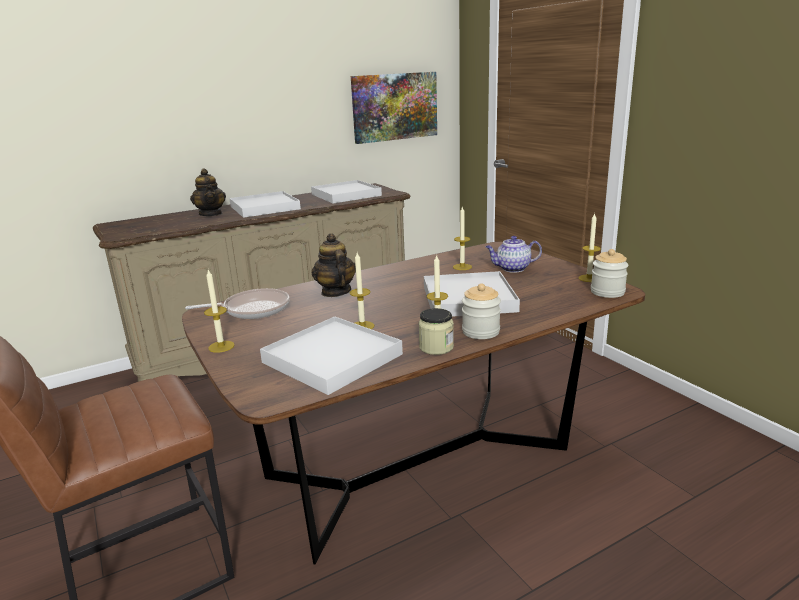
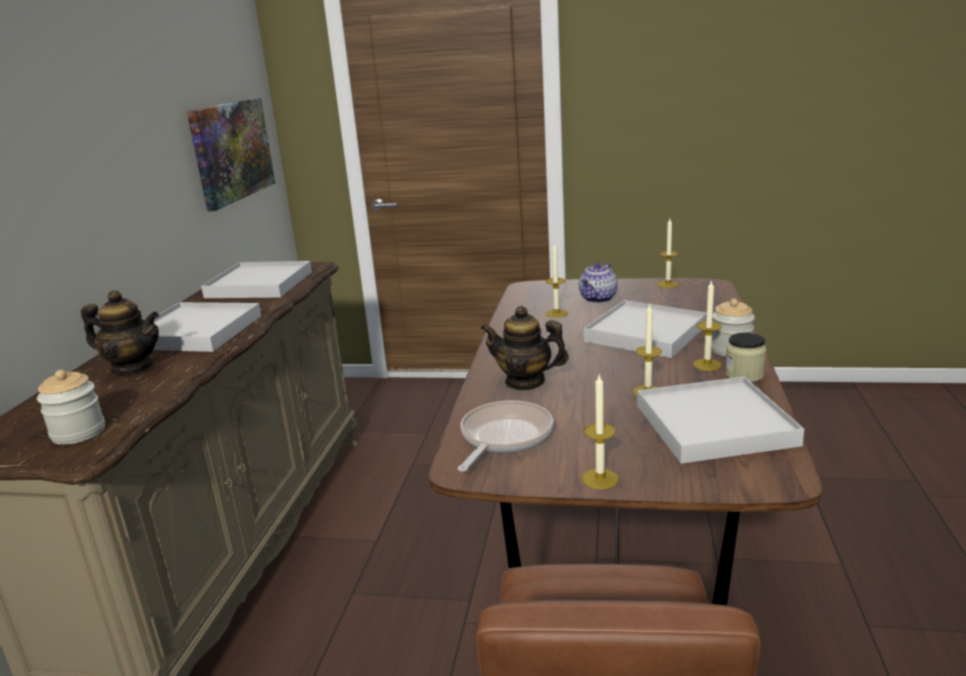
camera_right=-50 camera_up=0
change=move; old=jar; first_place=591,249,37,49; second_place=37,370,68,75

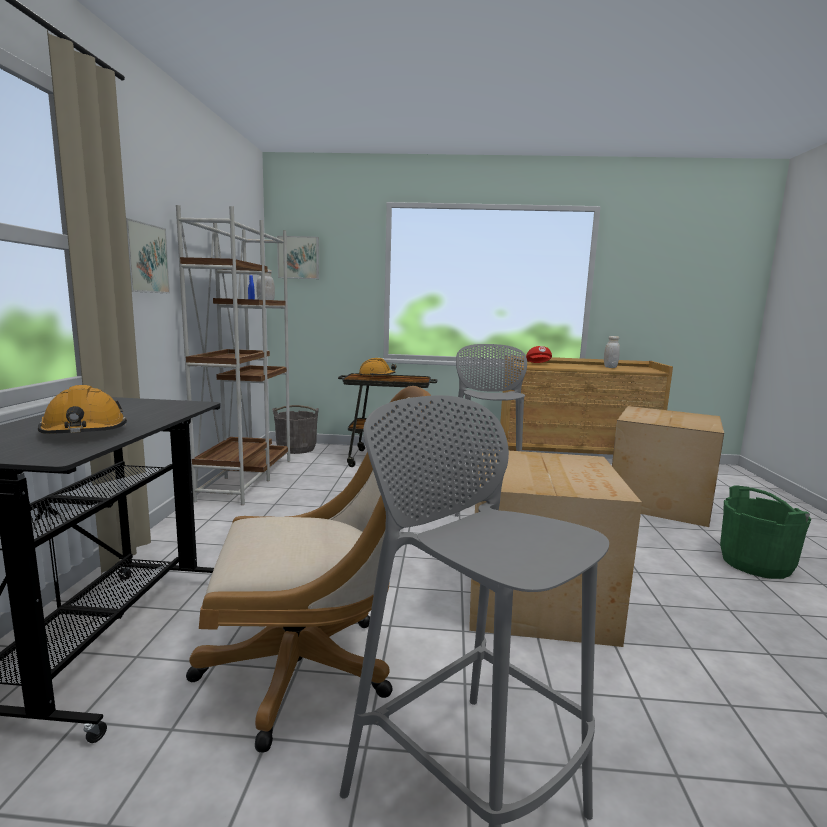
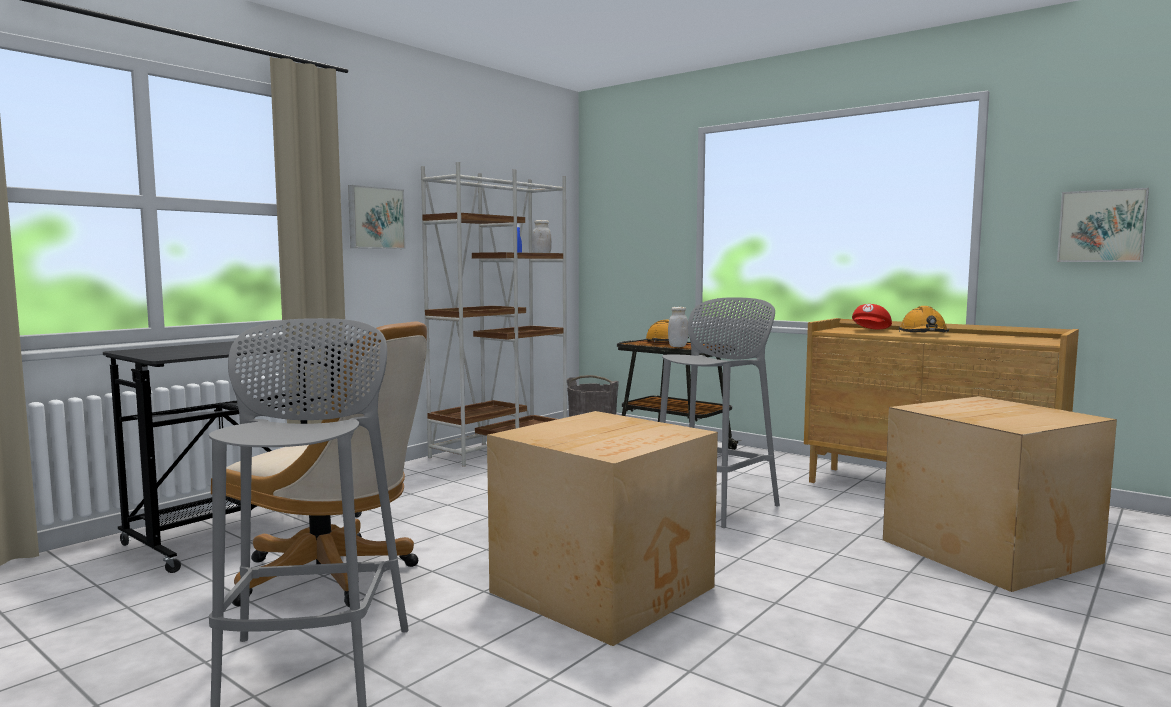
camera_right=35 camera_up=-5
change=delete; old=green bucket; first_place=720,485,91,94
change=move; old=orange hard hat; first_place=38,385,89,49; second_place=899,306,50,27
change=move; old=picture; first_place=277,236,42,43; second_place=1057,188,92,74
change=move; old=white jar; first_place=604,336,16,32; second_place=668,307,20,40

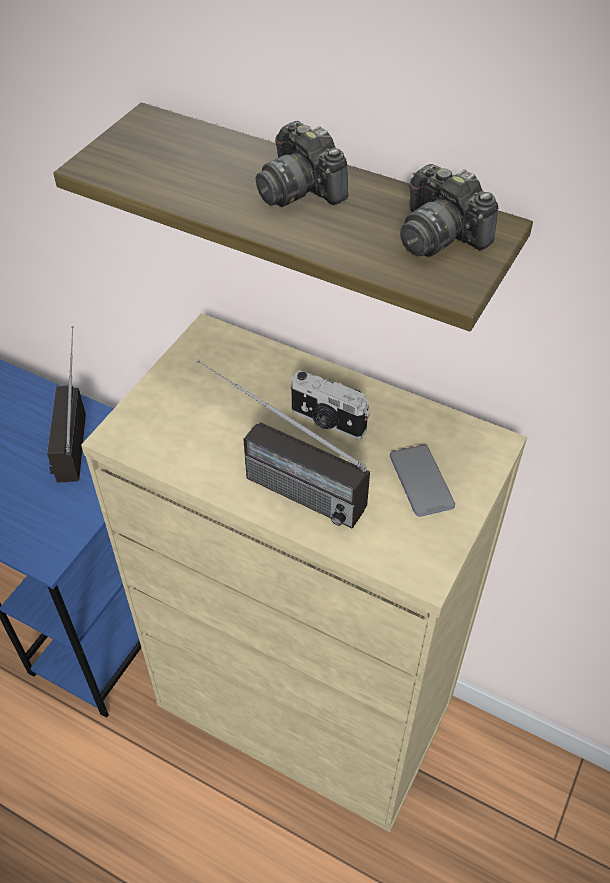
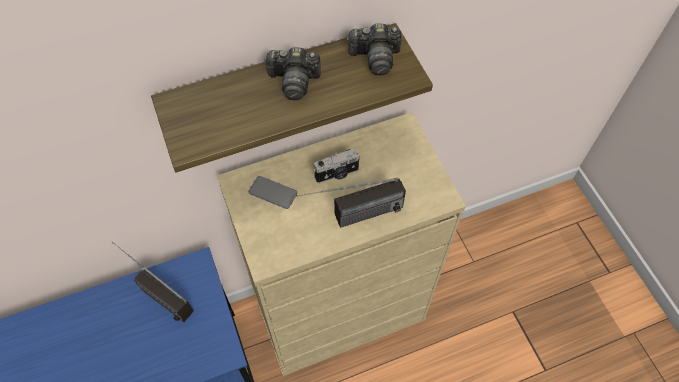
camera_right=-50 camera_up=10
change=move; old=phone; first_place=390,444,65,73; second_place=248,176,49,33

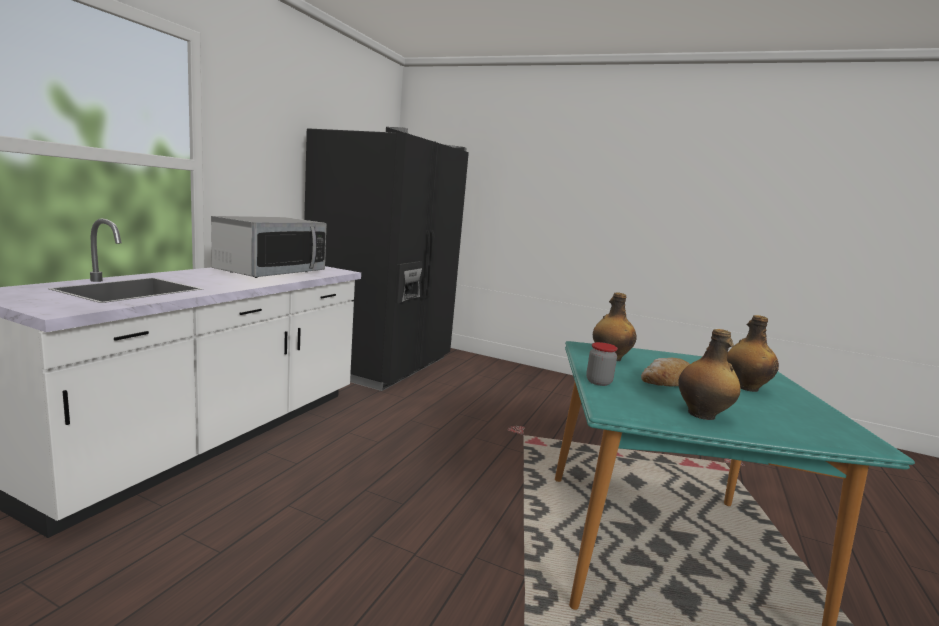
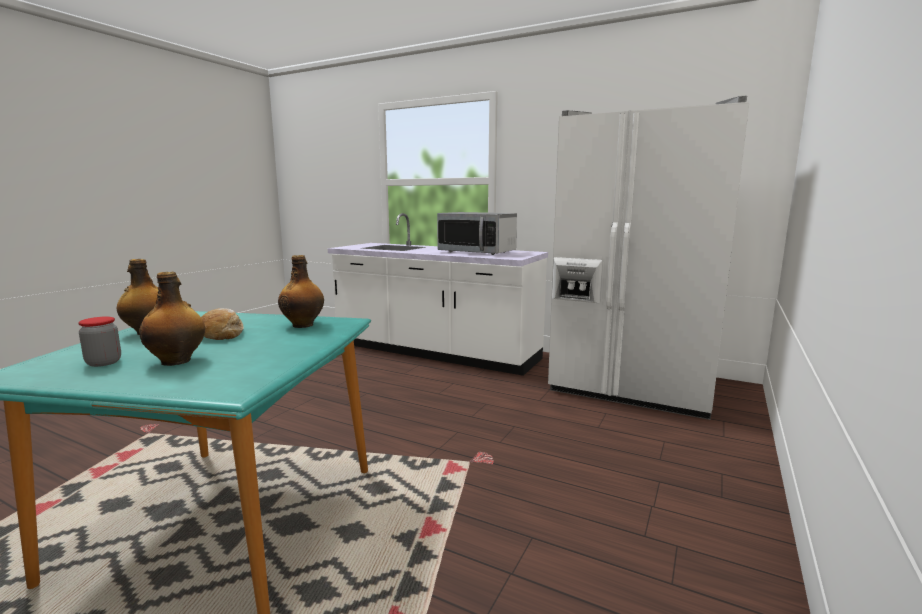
camera_right=95 camera_up=0
change=move; old=jar; first_place=586,342,32,44; second_place=78,316,43,51
change=recolor; old=black fridge; new=white fridge; first_place=304,127,165,264; second_place=548,95,201,325

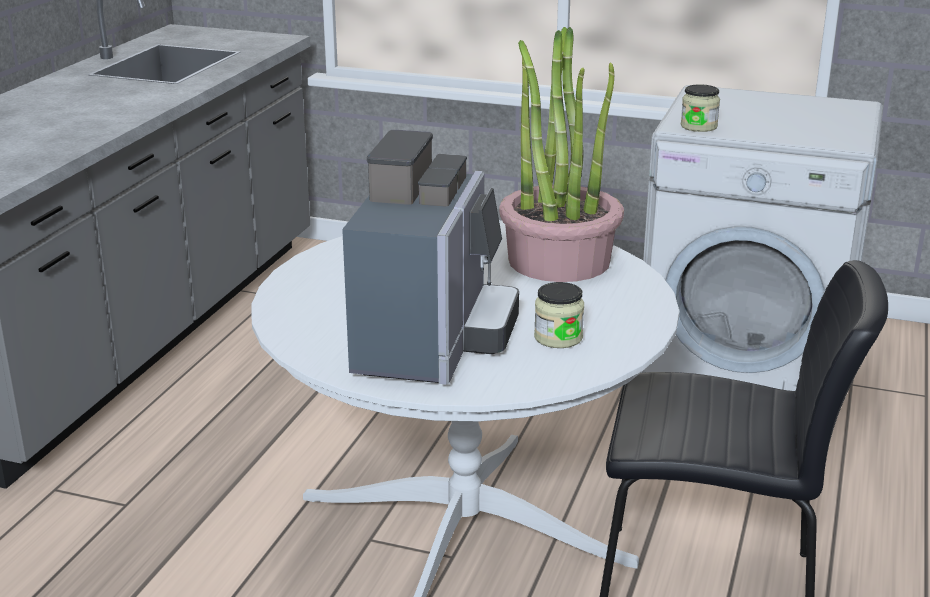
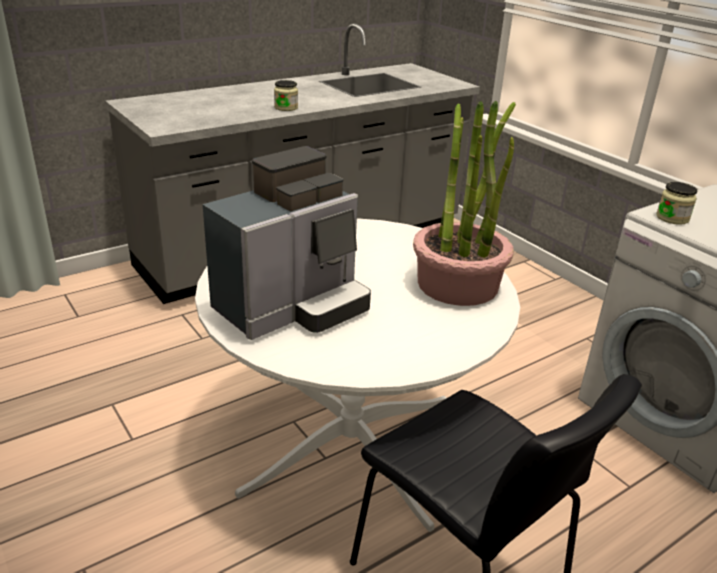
camera_right=35 camera_up=5
change=move; old=jar; first_place=534,282,50,66; second_place=274,80,24,31

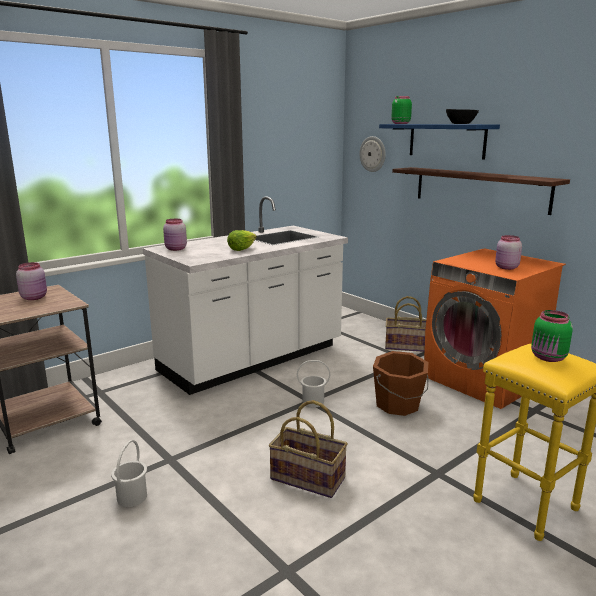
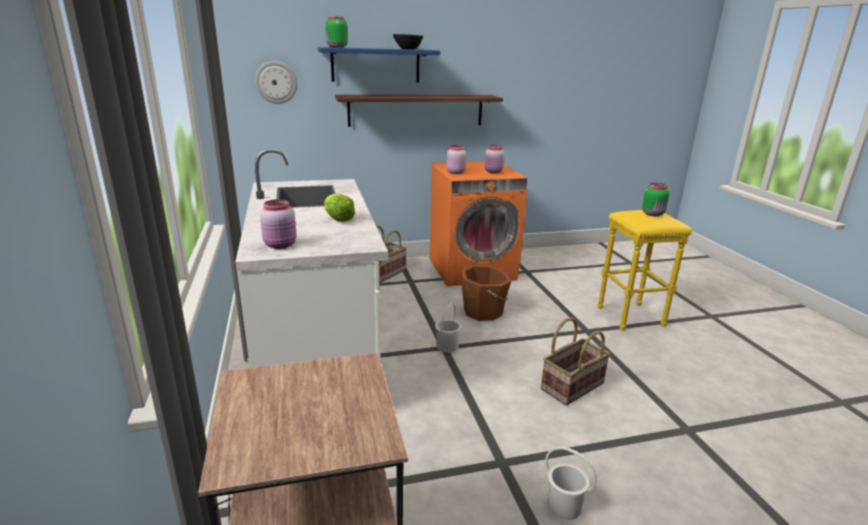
camera_right=-65 camera_up=5
change=move; old=pink jar; first_place=16,262,31,38; second_place=447,145,20,29

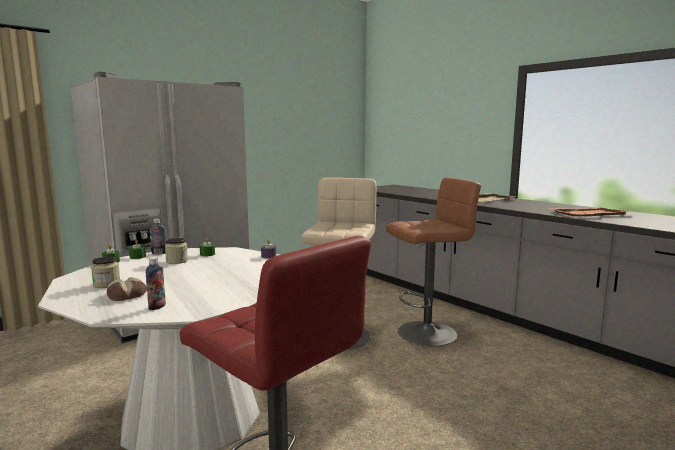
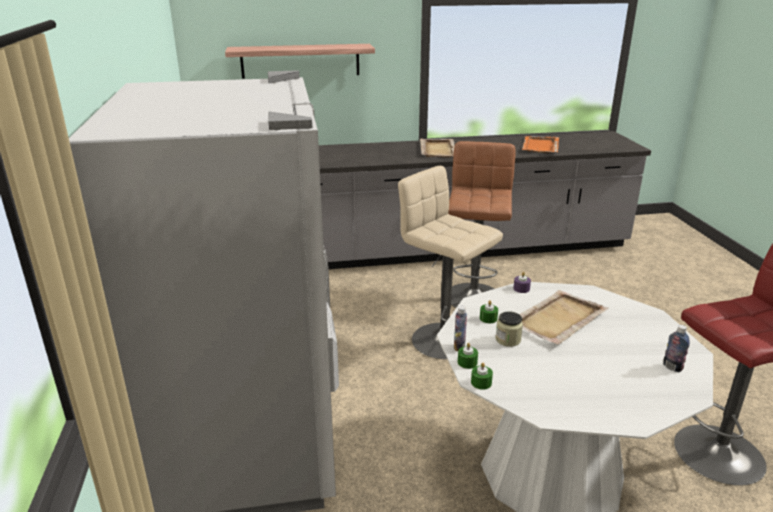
camera_right=-60 camera_up=15
change=delete; old=jar; first_place=91,256,29,32
change=delete; old=bread; first_place=107,278,40,23
change=insert; new=shelf; second_place=225,44,150,35
change=insert; new=beige tray; second_place=519,290,90,55

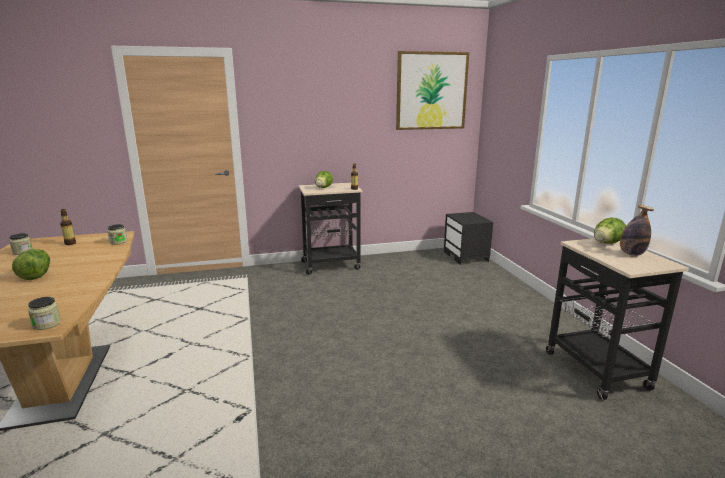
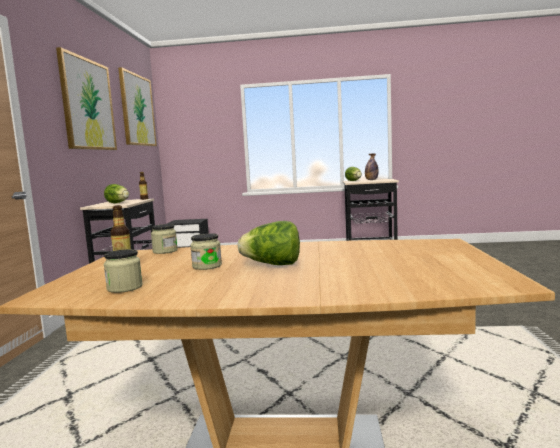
camera_right=-70 camera_up=-10
change=insert; new=picture; second_place=56,47,61,103
change=move; old=jar; first_place=28,297,33,33; second_place=190,233,32,37

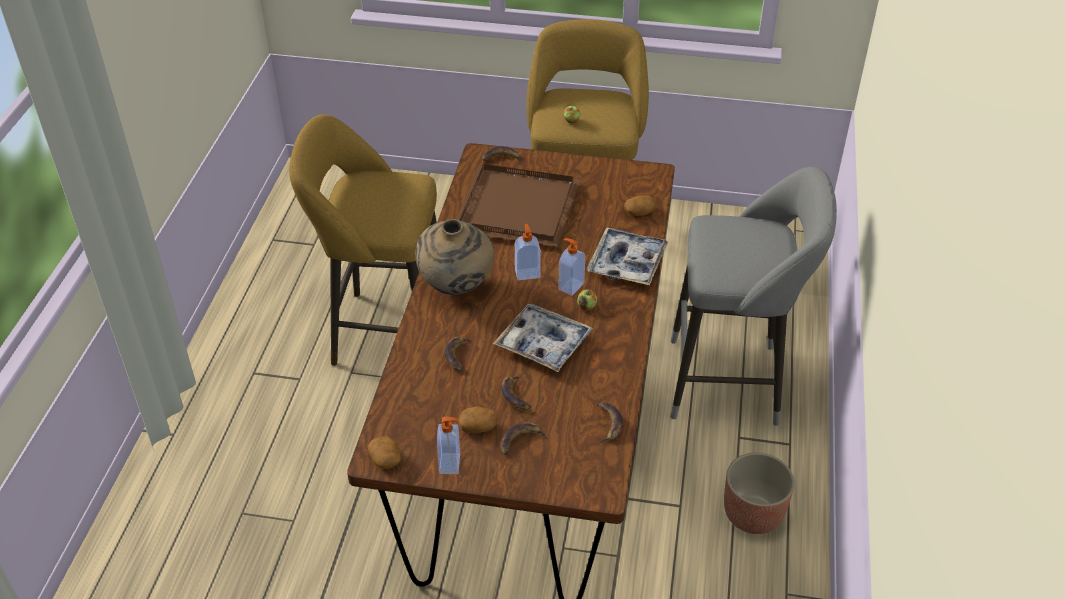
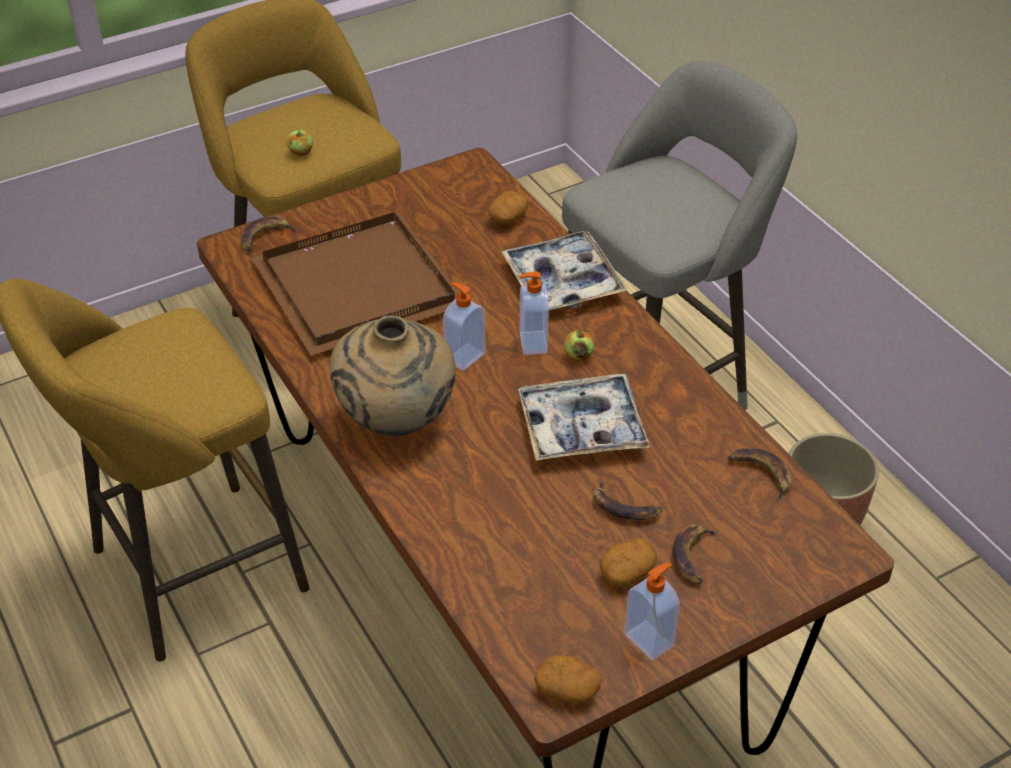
camera_right=-40 camera_up=0
change=delete; old=banana; first_place=445,337,28,34

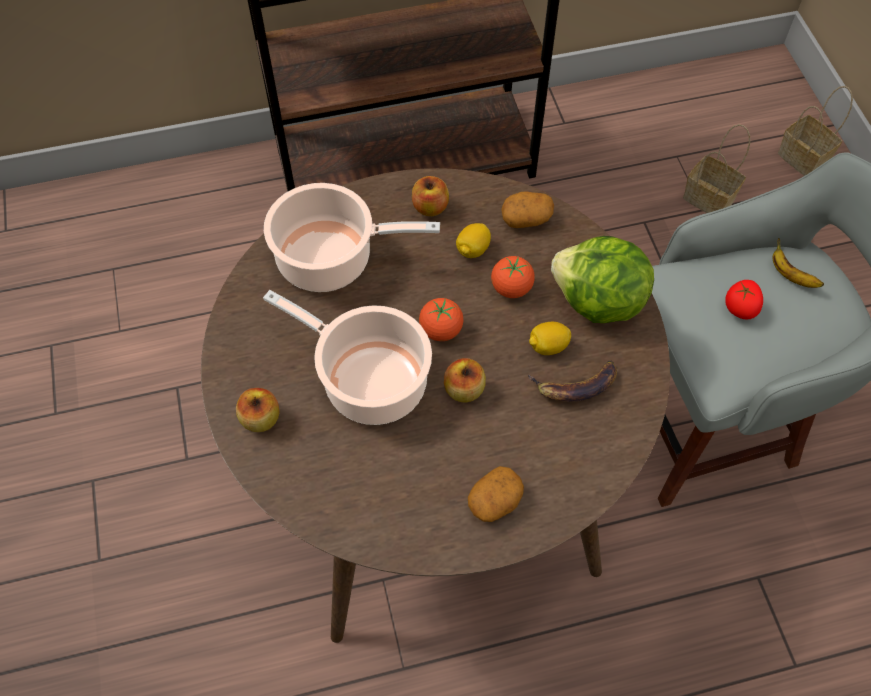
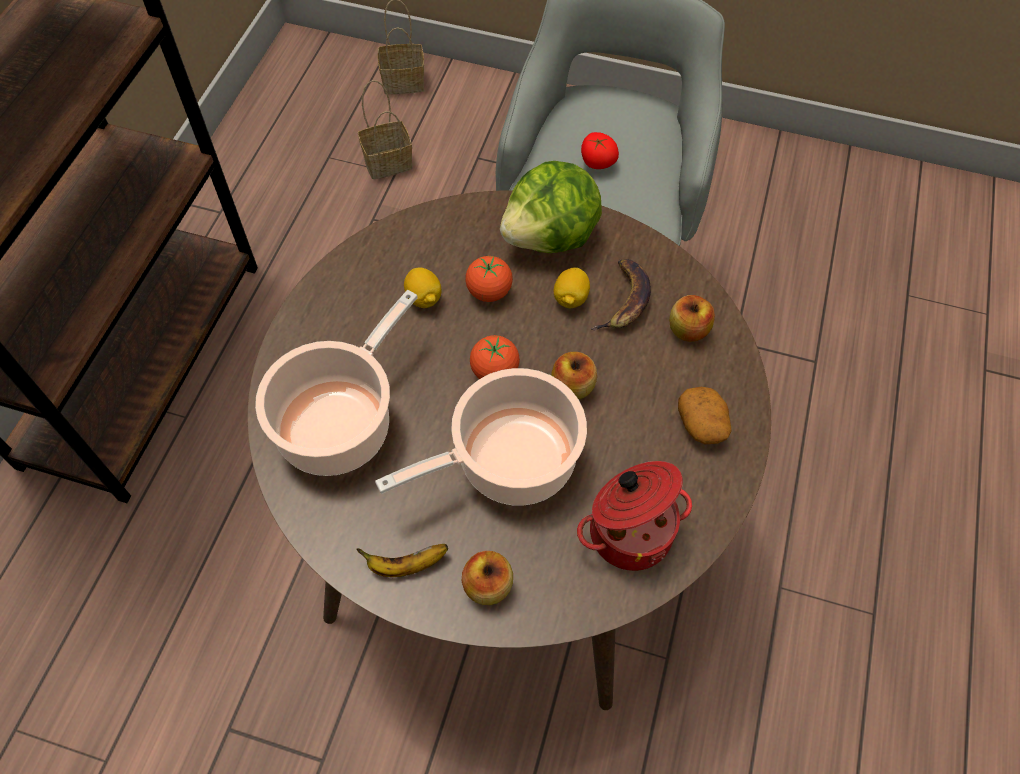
camera_right=-60 camera_up=0
change=delete; old=potato; first_place=501,191,53,37
change=insert; new=cooking pot; second_place=577,461,115,110
change=move; old=apple; first_place=412,176,37,40; second_place=669,295,46,47
change=move; old=banana; first_place=773,238,51,50; second_place=356,544,92,33

